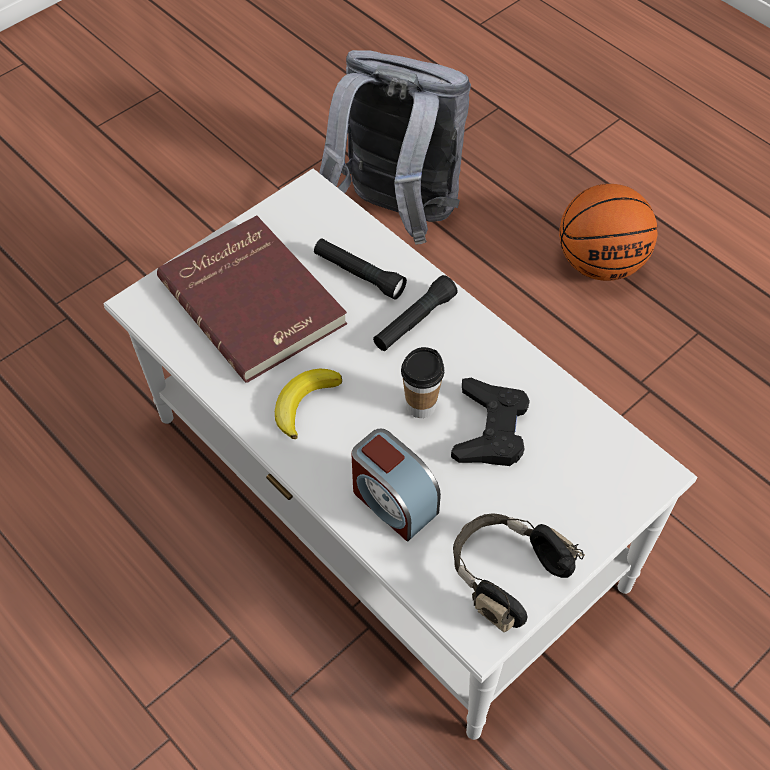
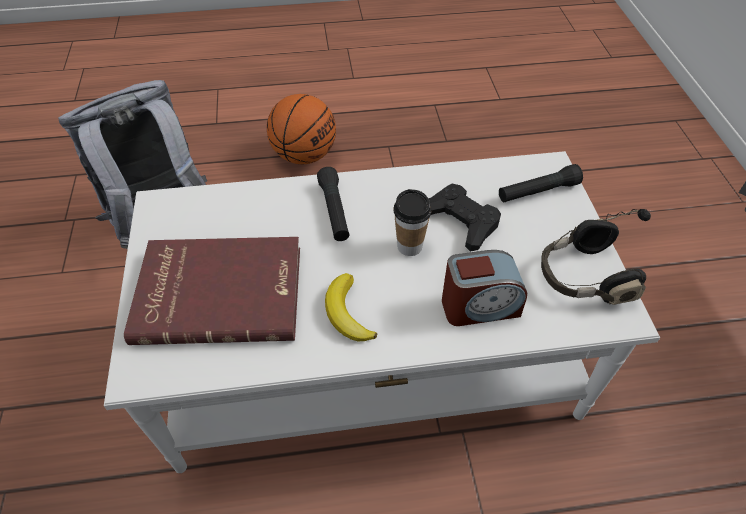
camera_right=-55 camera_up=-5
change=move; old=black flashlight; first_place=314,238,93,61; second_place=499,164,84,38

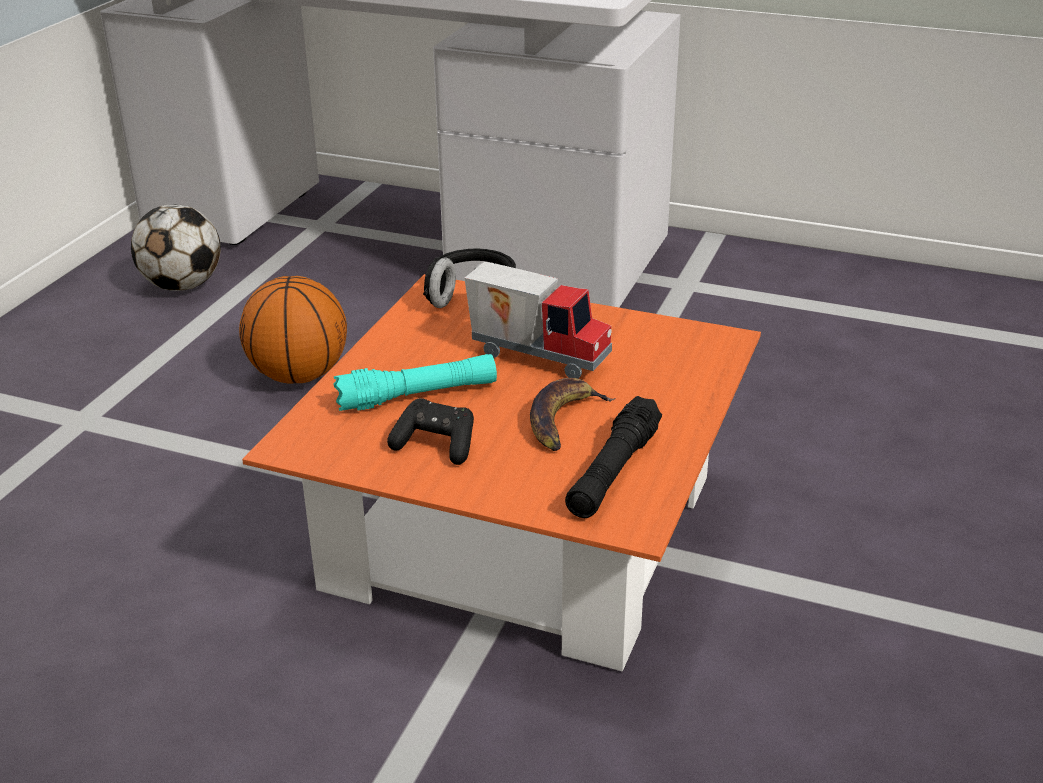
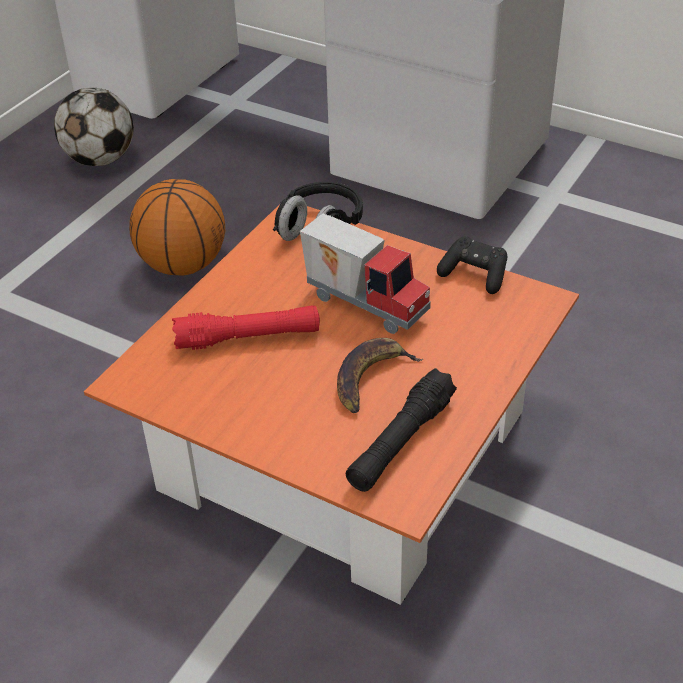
camera_right=10 camera_up=10
change=move; old=black game controller; first_place=387,398,87,67; second_place=437,236,70,58
change=recolor; old=turquoise flashlight; new=red flashlight; first_place=334,354,163,57; second_place=172,305,148,45

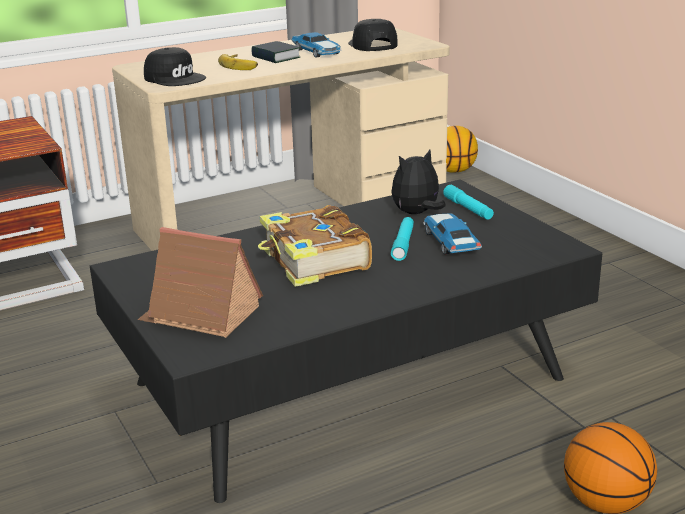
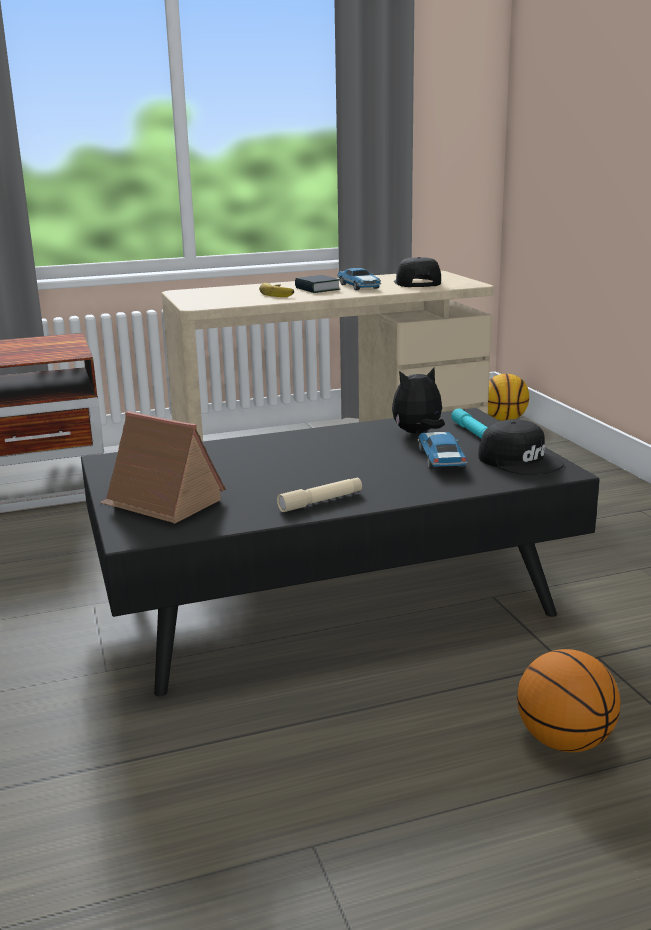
camera_right=10 camera_up=-5
change=delete; old=book; first_place=258,205,114,82
change=delete; old=turquoise flashlight; first_place=391,217,23,44
change=insert; new=beige flashlight; second_place=277,478,85,34
change=move; old=black cap; first_place=144,47,62,39; second_place=478,419,86,56

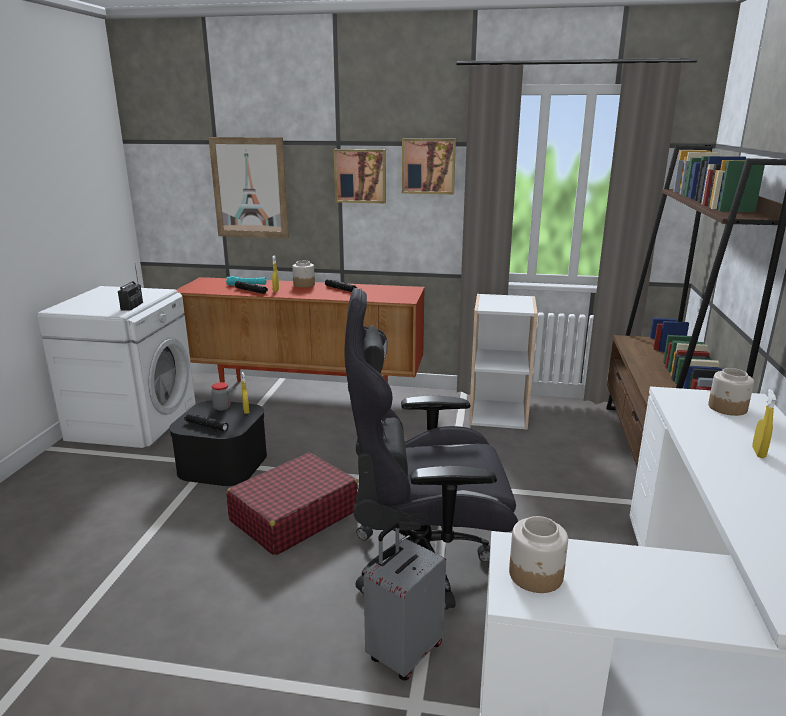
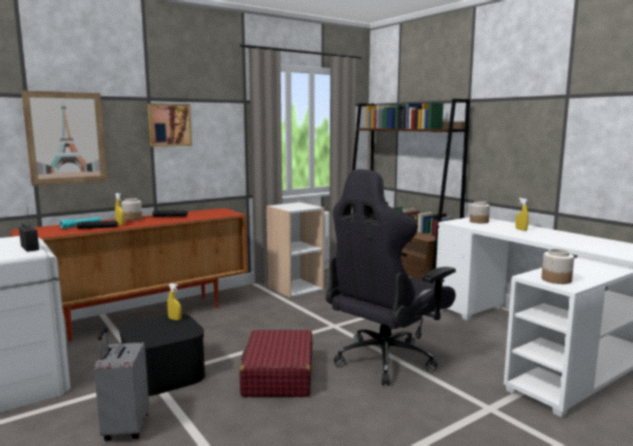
camera_right=-45 camera_up=-10
change=delete; old=black flashlight; first_place=184,413,44,18
change=delete; old=jar; first_place=211,382,20,29
change=delete; old=picture; first_place=402,139,54,56
change=move; old=grey suitcase; first_place=364,522,82,159; second_place=94,327,55,114

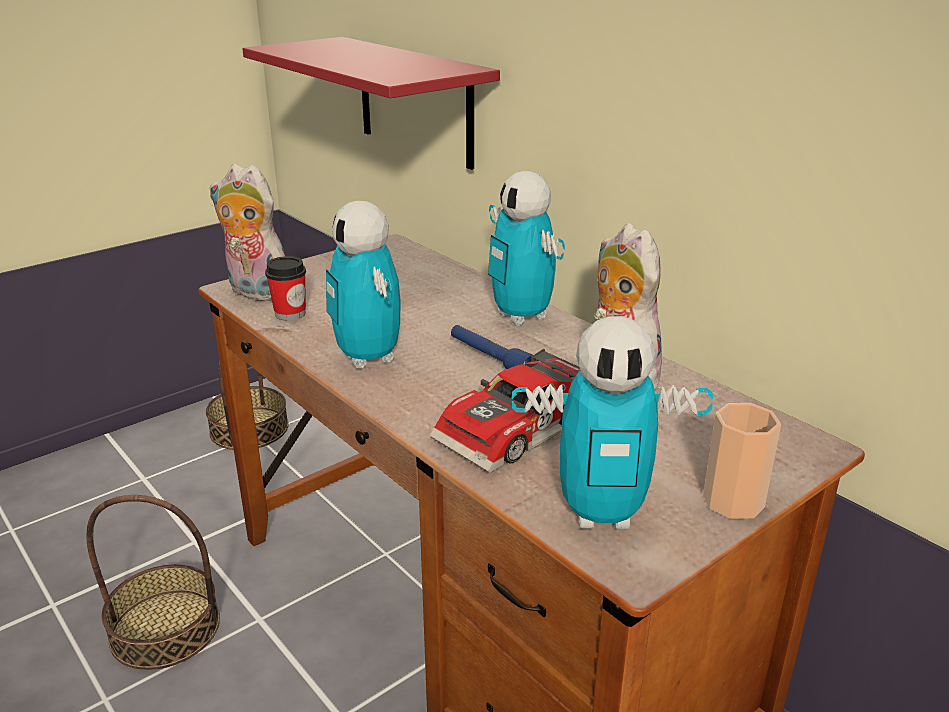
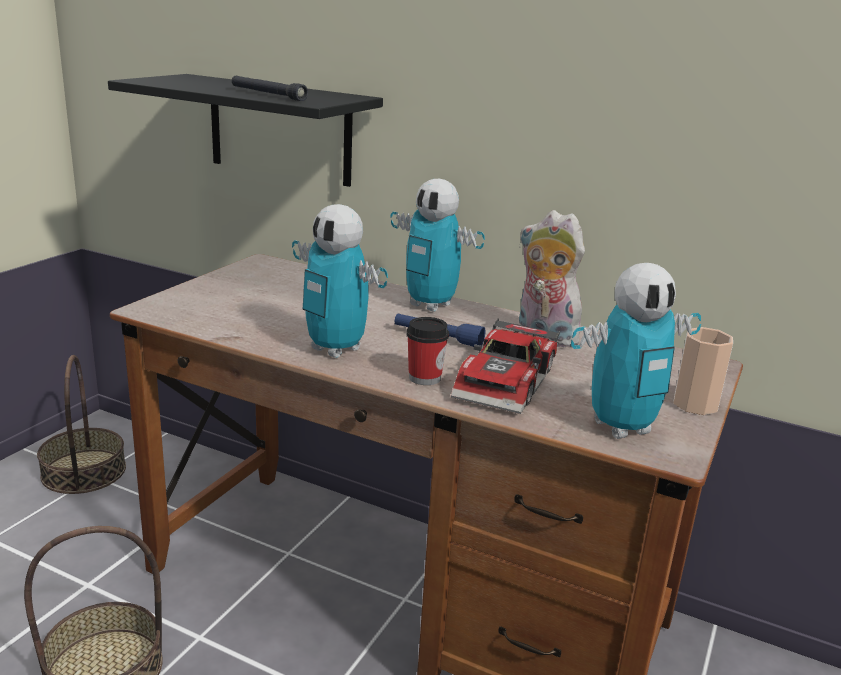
camera_right=-25 camera_up=-5
change=delete; old=plush toy; first_place=210,164,75,137
change=insert; new=black flashlight; second_place=232,76,76,25
change=move; old=cup; first_place=265,256,41,64; second_place=406,317,43,68
change=recolor; old=red shelf; new=black shelf; first_place=242,37,258,133; second_place=108,74,275,113

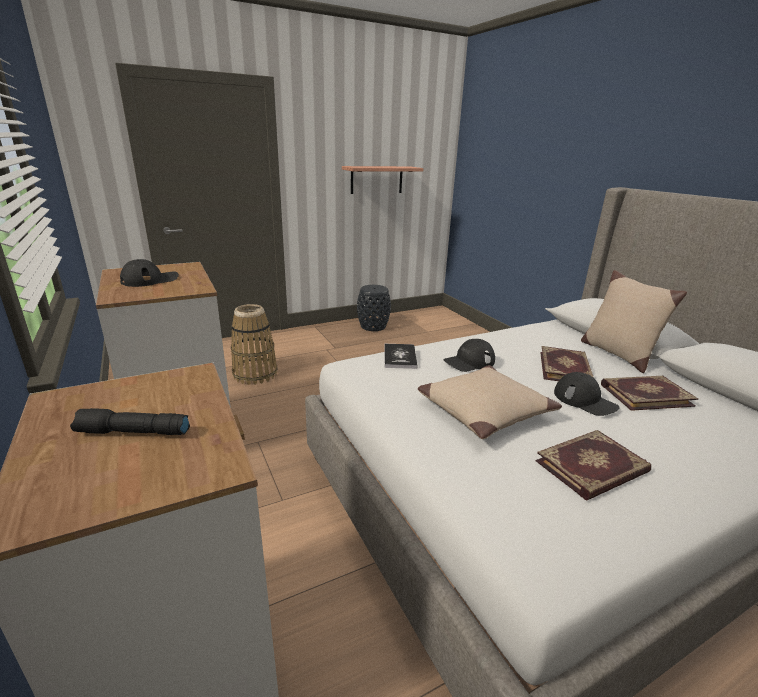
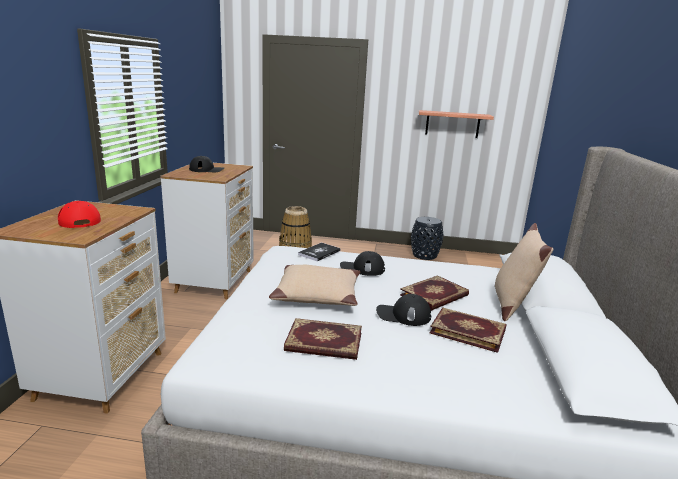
camera_right=35 camera_up=-5
change=replace; old=black flashlight; new=red cap; first_place=70,408,120,27; second_place=58,201,43,27
change=rotate; old=black cap; first_place=554,372,66,44; second_place=376,294,55,32; degrees=105

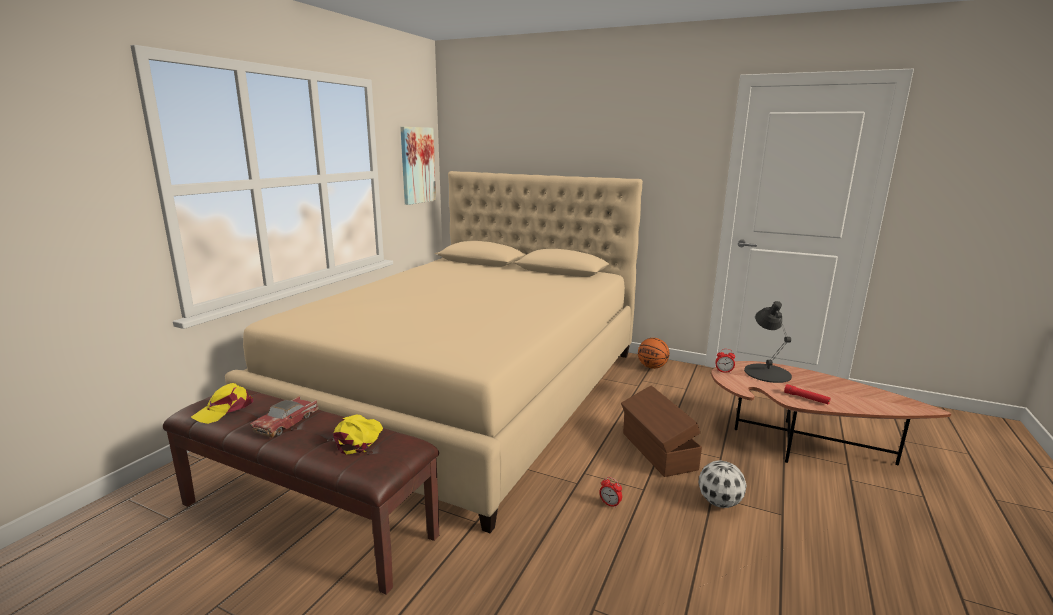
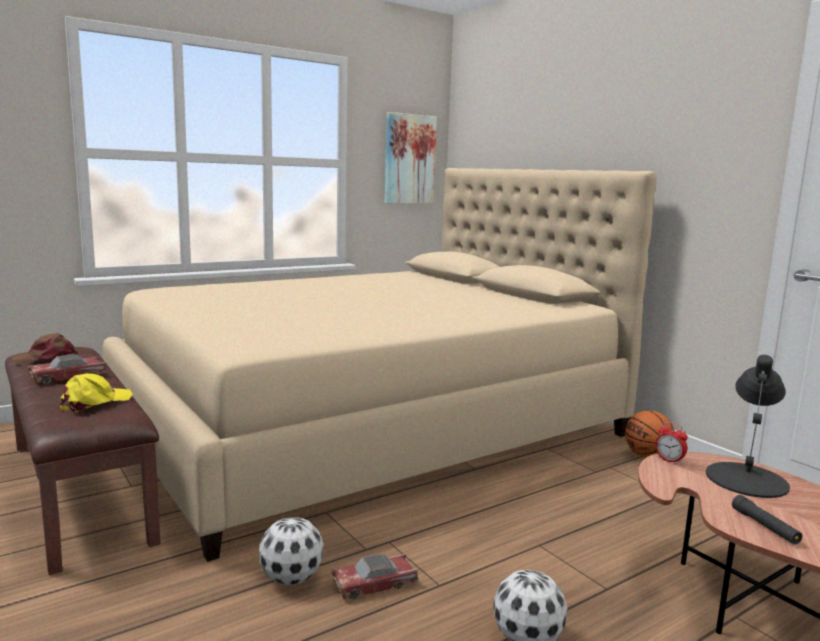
camera_right=30 camera_up=-5
change=delete; old=brown storage box; first_place=621,386,81,91
change=insert; new=football; second_place=259,517,65,68
change=replace; old=alarm clock; new=toy car; first_place=599,477,23,31; second_place=331,554,88,46
change=recolor; old=yellow cap; new=brown cap; first_place=191,383,62,41; second_place=12,333,66,32
change=recolor; old=red flashlight; new=black flashlight; first_place=784,384,47,21; second_place=732,495,70,50

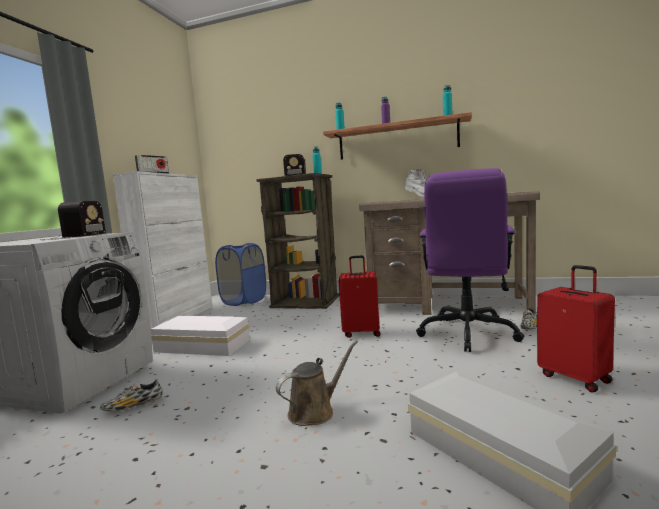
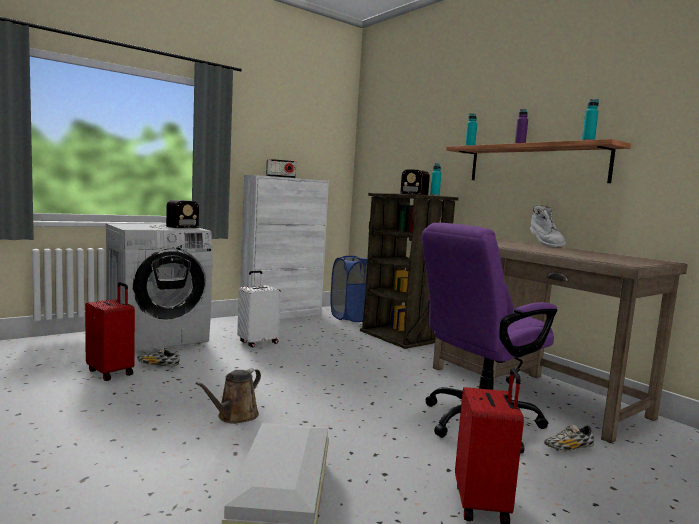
camera_right=35 camera_up=0
change=move; old=red suitcase; first_place=339,256,42,82; second_place=85,282,50,99
change=replace; old=white storage box; new=white suitcase; first_place=151,316,99,40; second_place=237,270,44,77
change=rotate; old=brown watering can; first_place=276,341,82,85; second_place=195,368,66,56; degrees=120

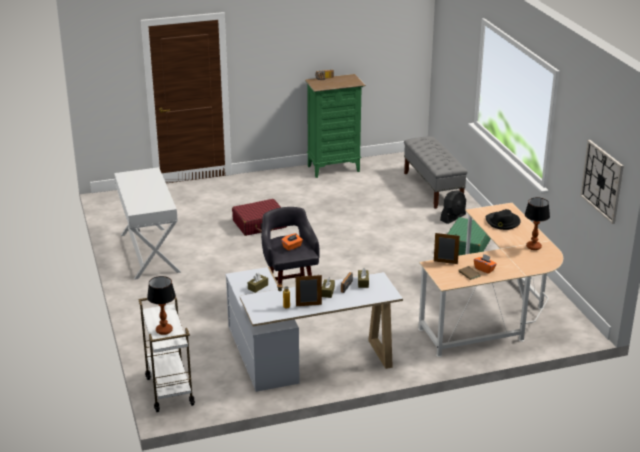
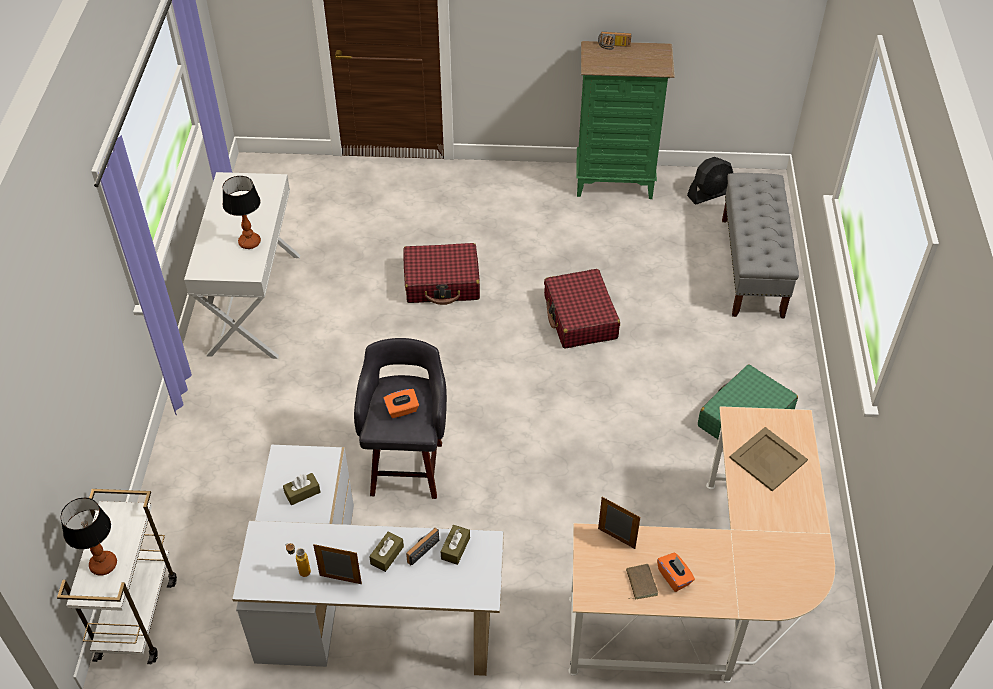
camera_right=20 camera_up=20
change=delete; old=wall clock; first_place=580,140,44,84
change=insert; new=red suitcase; second_place=544,269,76,80
change=move; old=black fan; first_place=440,190,26,34; second_place=687,157,46,48
change=move; old=table lamp; first_place=525,197,25,53; second_place=222,176,39,73
change=replace; old=black hat; new=beige tray; first_place=486,209,34,21; second_place=729,427,79,64

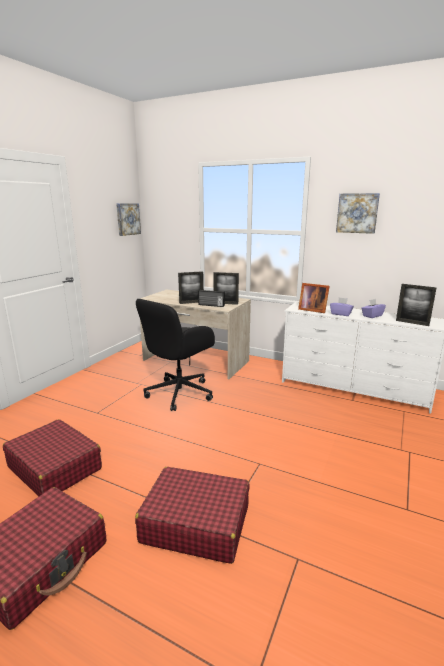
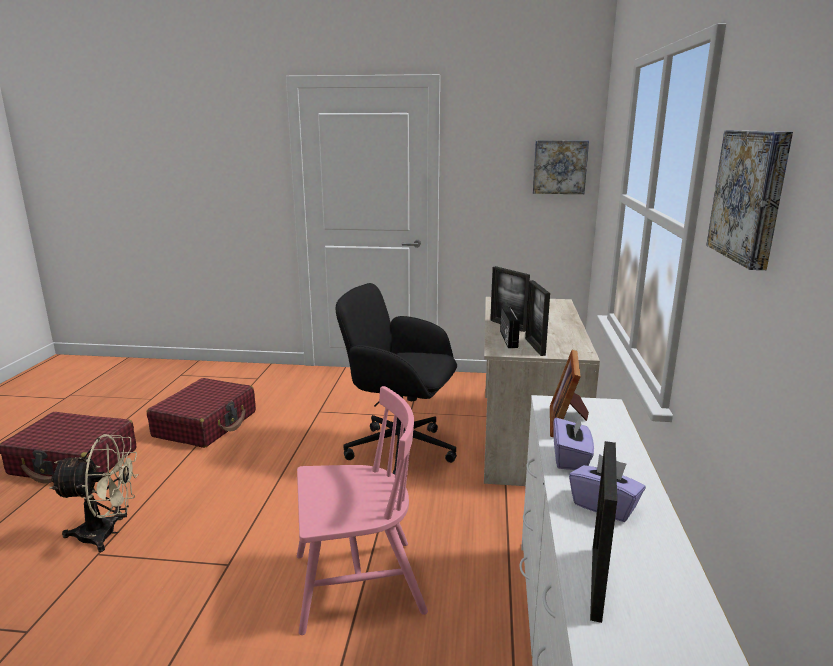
camera_right=70 camera_up=0
change=insert; new=pink chair; second_place=297,386,131,249
change=replace; old=red suitcase; new=beige fan; first_place=135,467,115,97; second_place=50,434,89,118

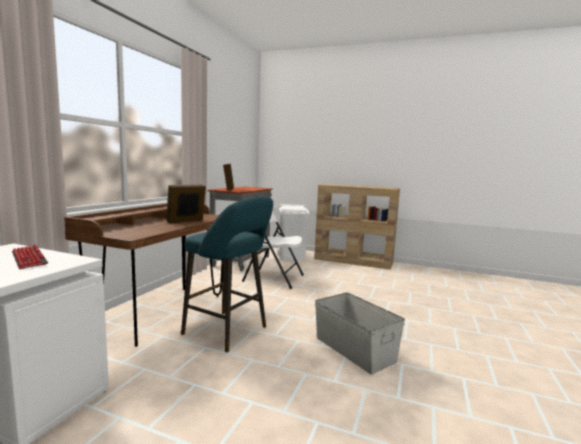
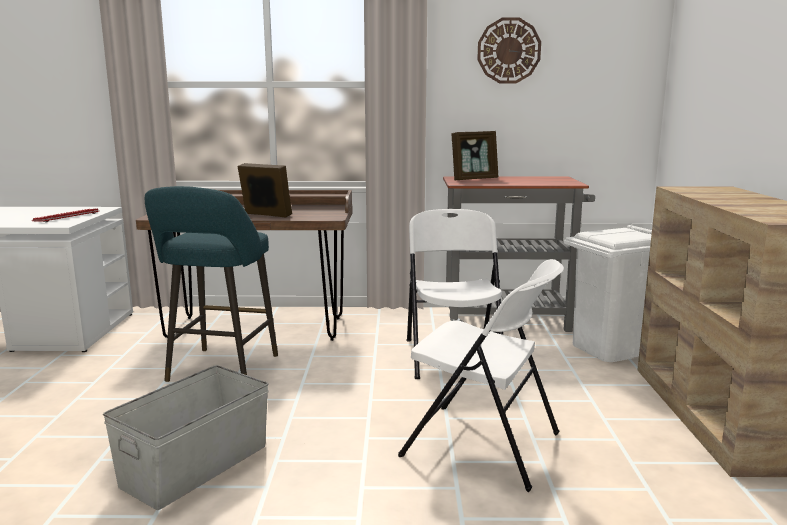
camera_right=70 camera_up=5
change=insert; new=white chair; second_place=398,259,166,233
change=insert; new=wall clock; second_place=477,17,64,67

